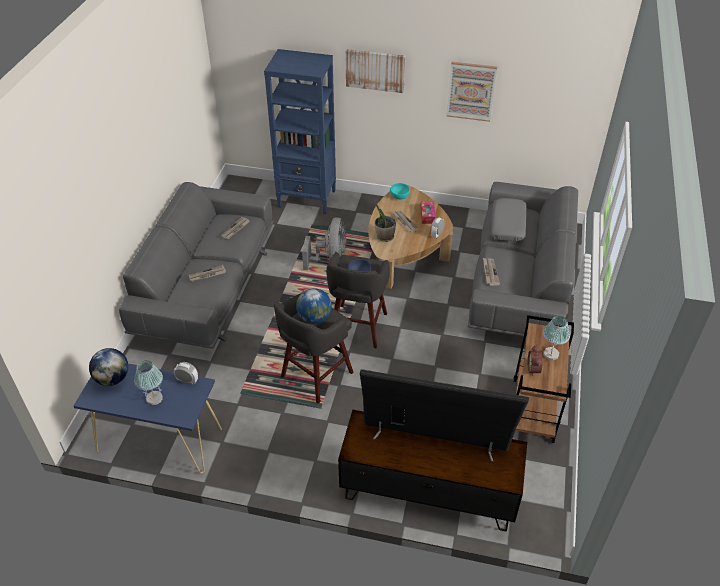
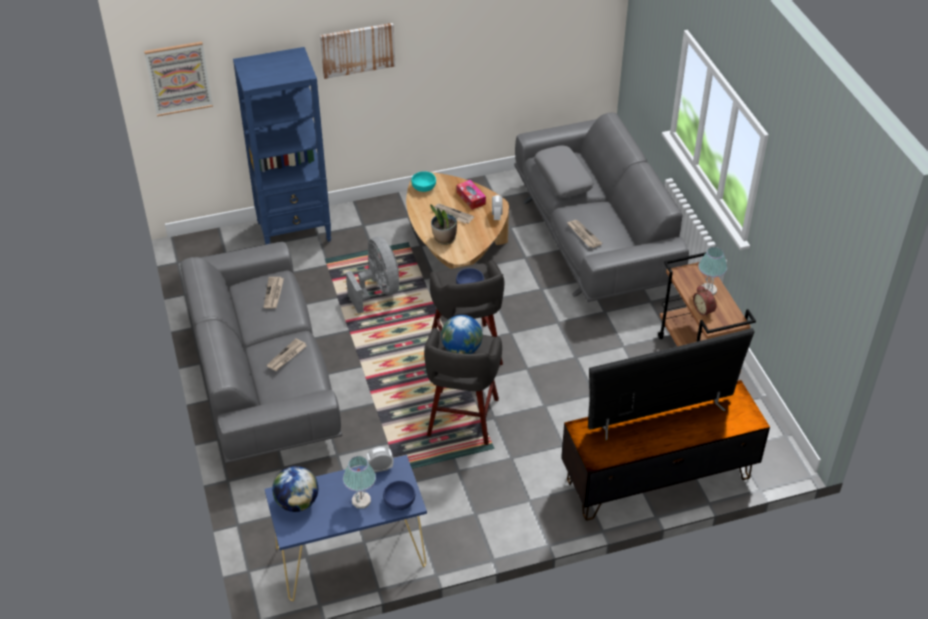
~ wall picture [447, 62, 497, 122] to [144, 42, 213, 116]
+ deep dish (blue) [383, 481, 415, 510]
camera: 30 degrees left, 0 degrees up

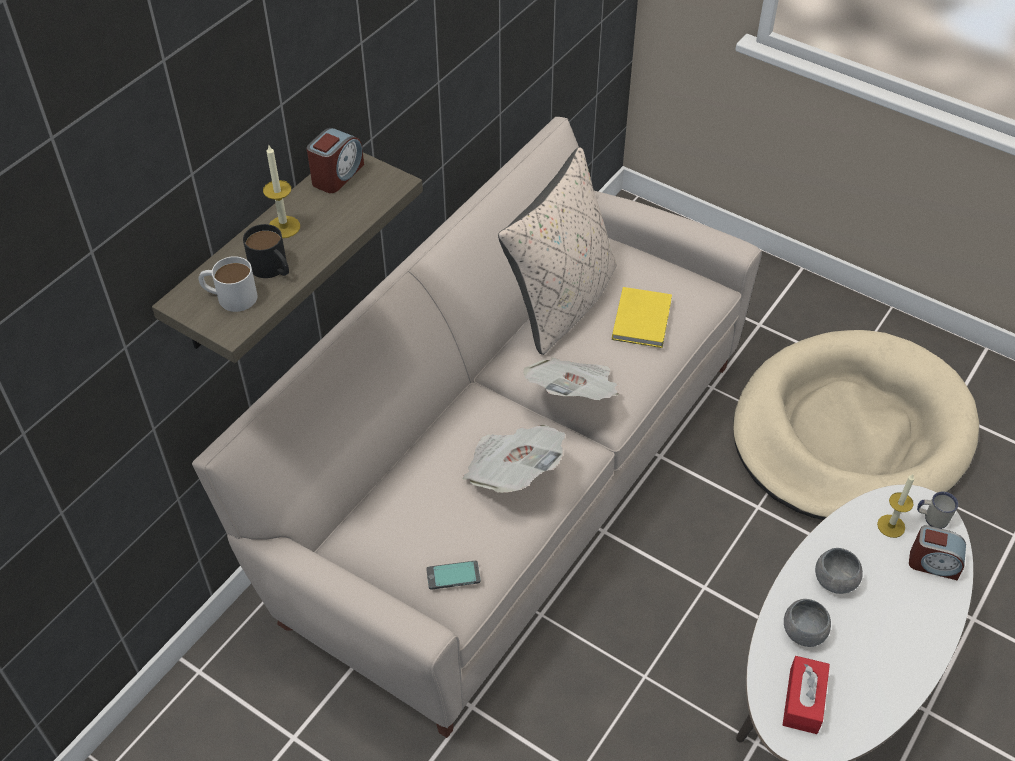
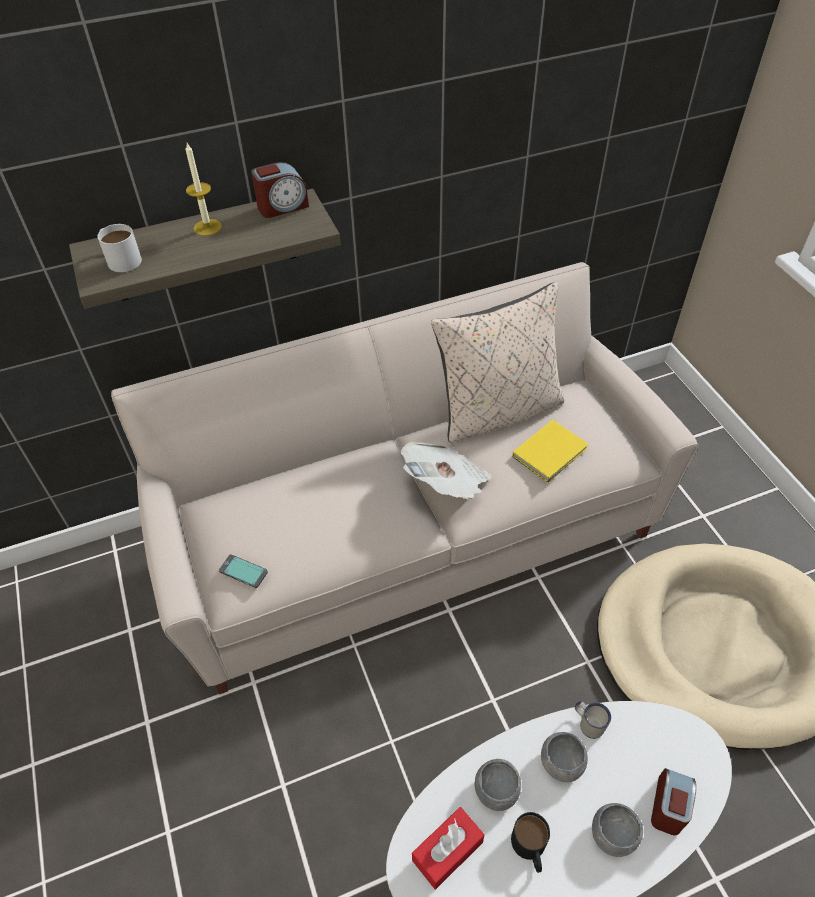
~ mug (blackish) [243, 224, 289, 278] to [511, 812, 550, 873]
- printed paper [463, 425, 566, 493]
- candle [877, 474, 915, 538]
~ mug (whitish) [917, 492, 958, 529] to [575, 701, 611, 739]
~ alarm clock [909, 525, 966, 580] = [651, 768, 697, 835] 120 degrees counterclockwise
+ deep dish (grey) [592, 803, 643, 857]
camera: 35 degrees right, 0 degrees up

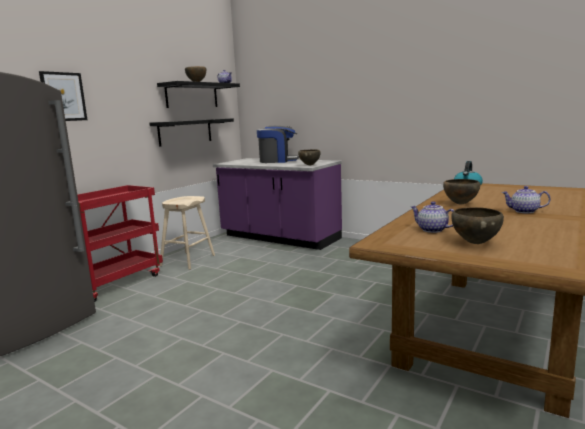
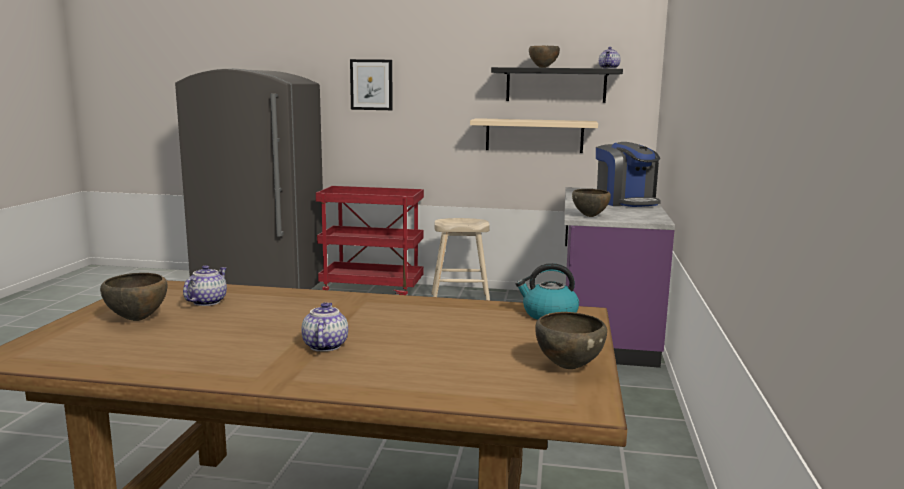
~ shelf (blackish) [149, 118, 234, 147] to shelf (sand-coloured) [470, 118, 598, 153]
~ deep dish (brown-coloured) [443, 179, 480, 204] to [535, 312, 607, 369]
camera: 65 degrees right, 0 degrees up

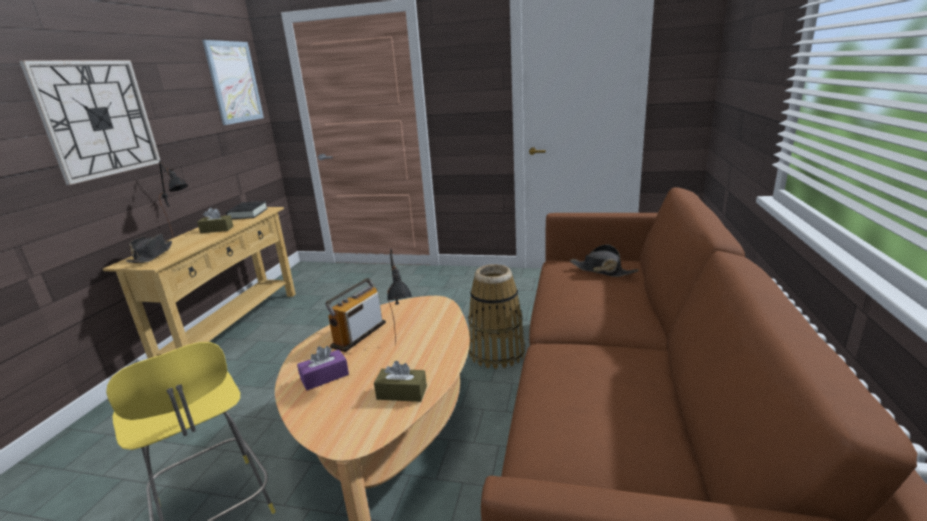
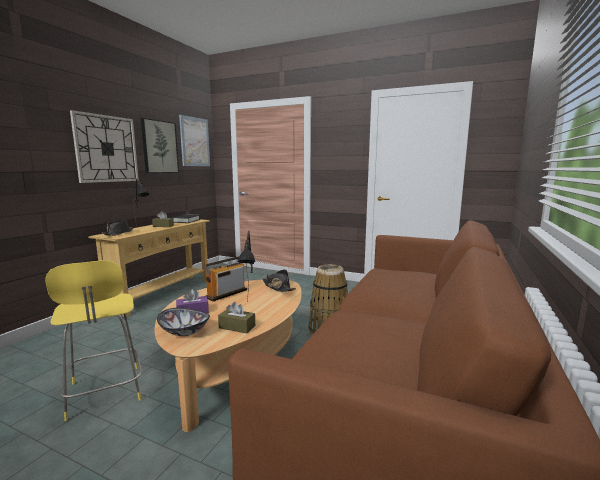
~ hat (blackish) [570, 244, 639, 277] to [263, 269, 296, 292]
+ wall picture [141, 118, 179, 173]
+ deep dish [157, 308, 210, 336]
camera: 10 degrees right, 10 degrees down

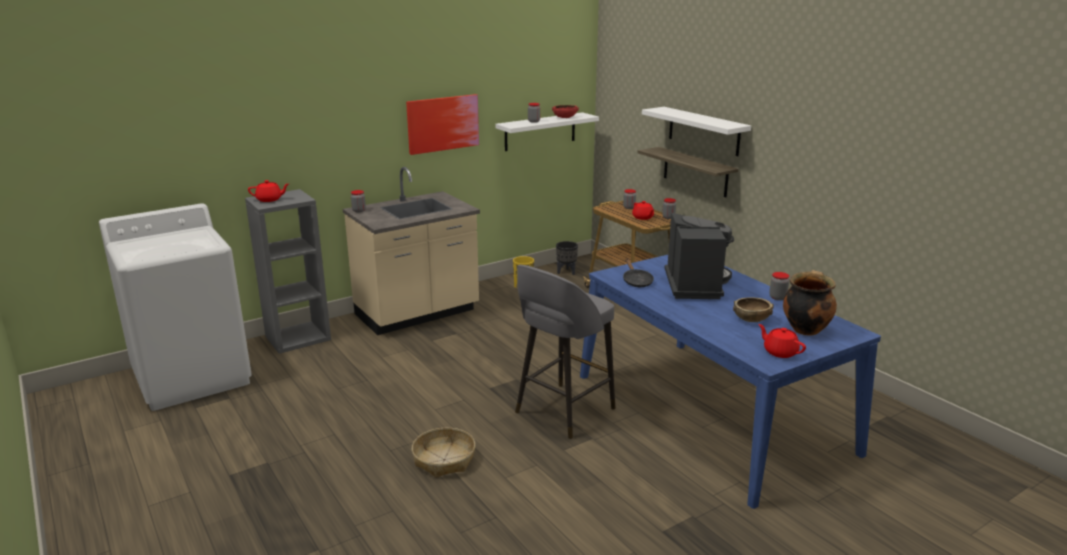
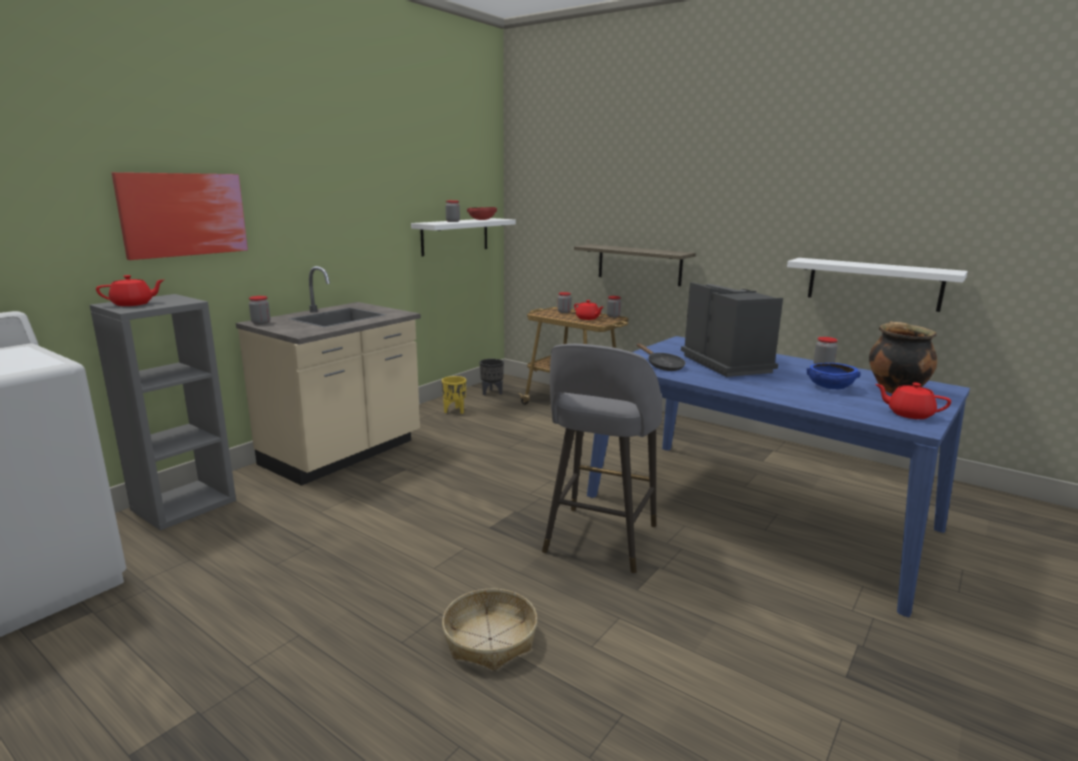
~ wall picture [406, 94, 479, 155] to [111, 172, 248, 260]
~ shelf (whitish) [642, 107, 751, 156] to [787, 258, 968, 312]
~ deep dish (brown-coloured) [733, 297, 774, 322] to deep dish (blue) [807, 363, 861, 389]
camera: 20 degrees left, 5 degrees down

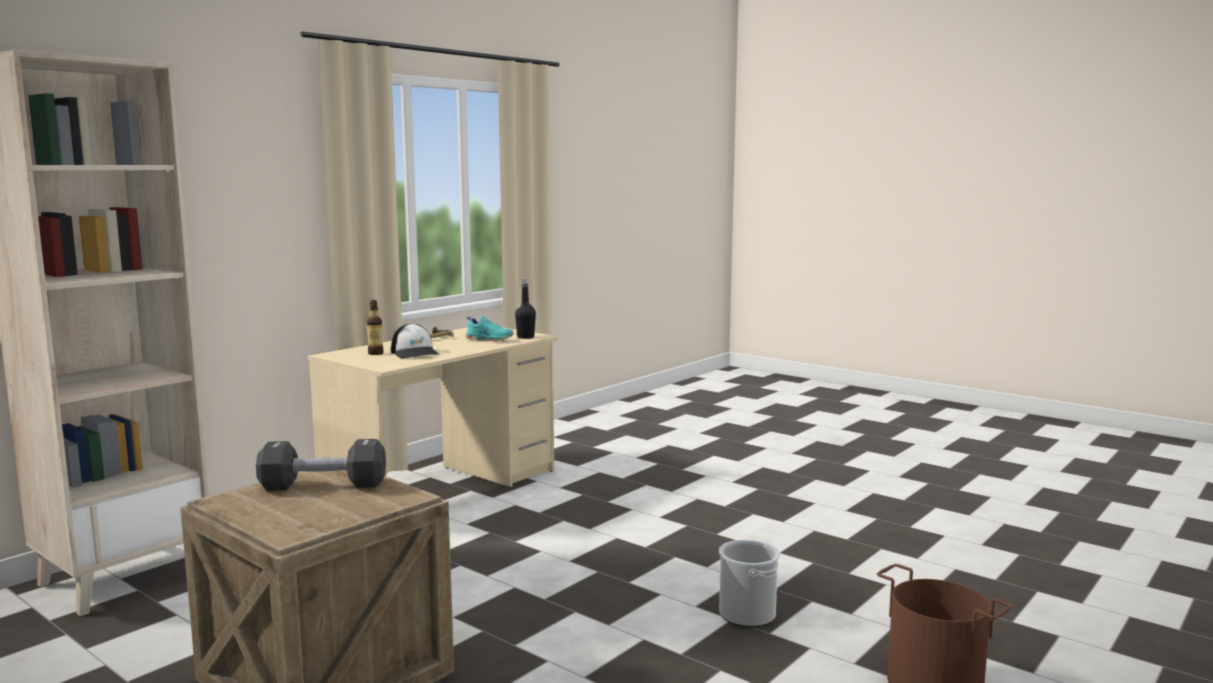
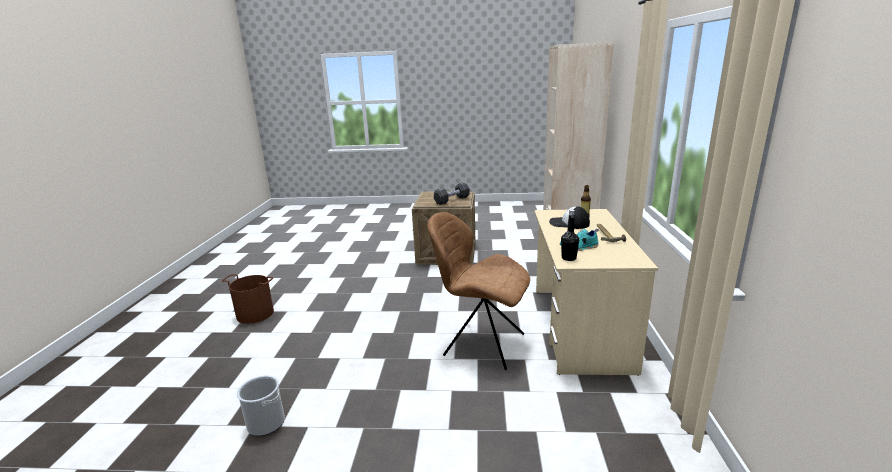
~ bucket [719, 540, 780, 627] to [237, 375, 285, 436]
+ upright chair (brown-coloured) [427, 212, 530, 370]
camera: 145 degrees right, 10 degrees up

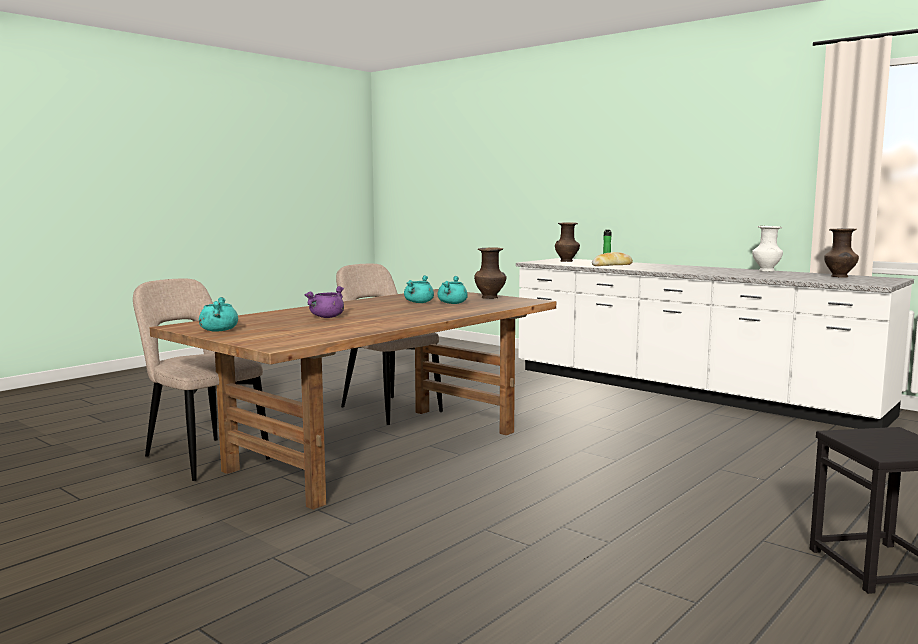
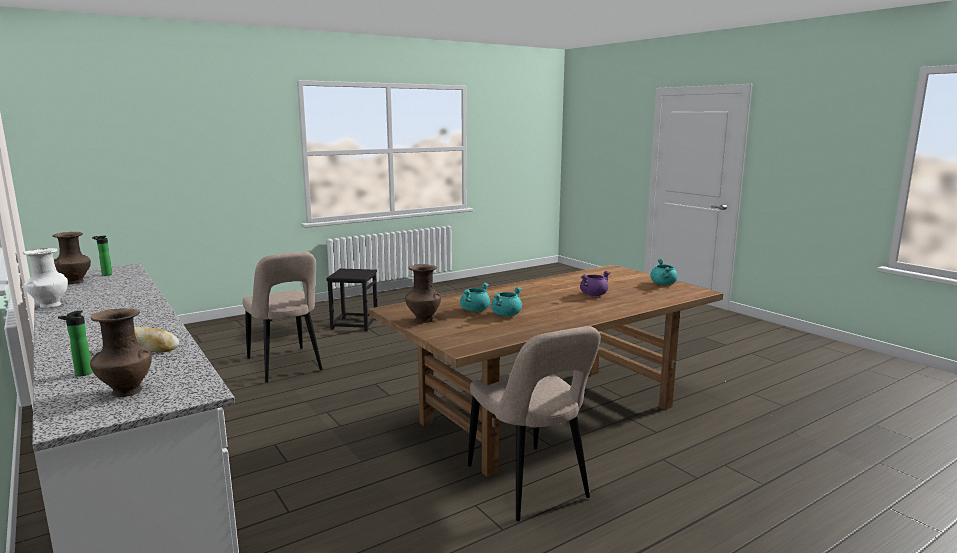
~ upright chair (sand-coloured) [133, 278, 270, 481] to [242, 252, 323, 383]
+ bottle [92, 236, 112, 276]
camera: 165 degrees left, 5 degrees up

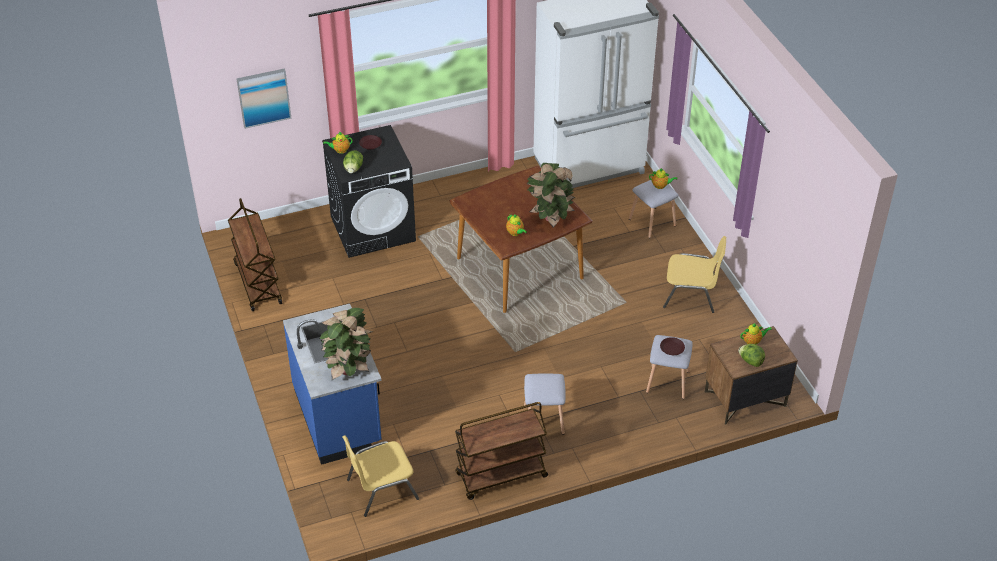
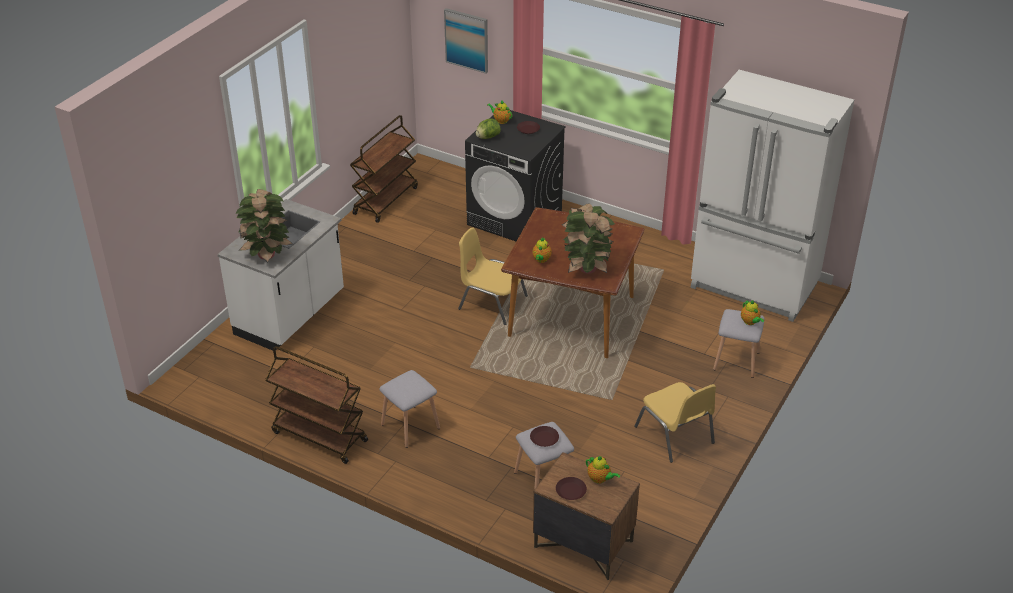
~ kitchen base unit (blue) [283, 304, 382, 465] to kitchen base unit (whitish) [218, 195, 344, 351]
~ lettuce [738, 344, 765, 367] to flat dish (brown-coloured) [556, 477, 587, 500]
~ upright chair (yellowish) [342, 435, 419, 517] to [458, 228, 528, 325]
camera: 50 degrees right, 5 degrees down

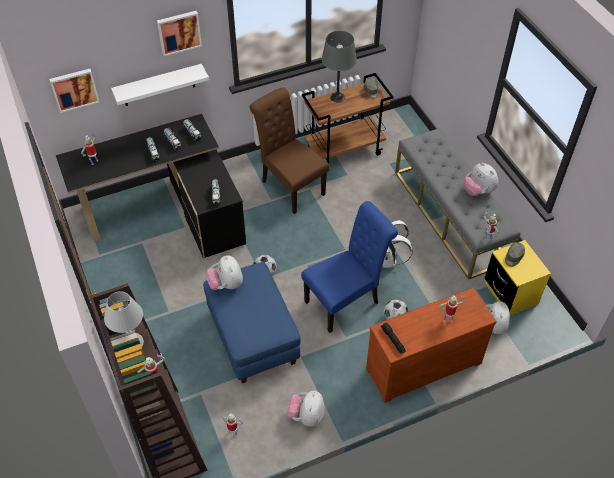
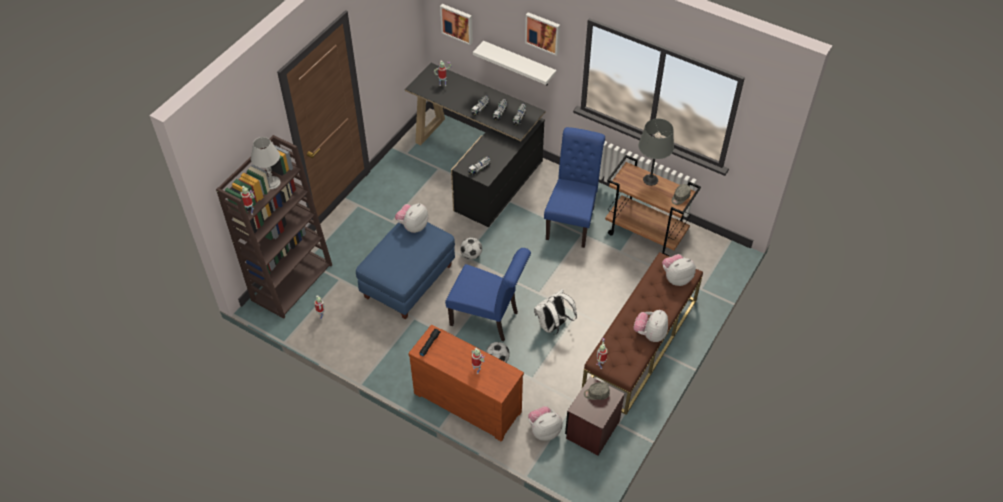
~ upright chair (brown-coloured) [250, 87, 329, 214] to upright chair (blue) [544, 127, 605, 248]
~ long seat (grey) [395, 128, 520, 280] to long seat (brown-coloured) [582, 252, 703, 415]
~ bedside table (yellowish) [485, 240, 551, 315] to bedside table (brown-coloured) [565, 376, 624, 456]
~ cuddly toy [287, 391, 324, 427] to [662, 254, 696, 286]
camera: 55 degrees right, 0 degrees up

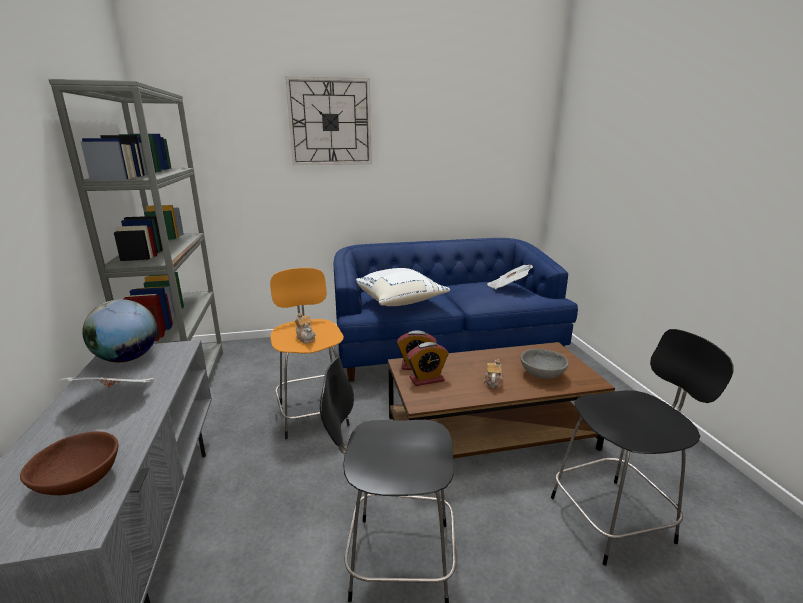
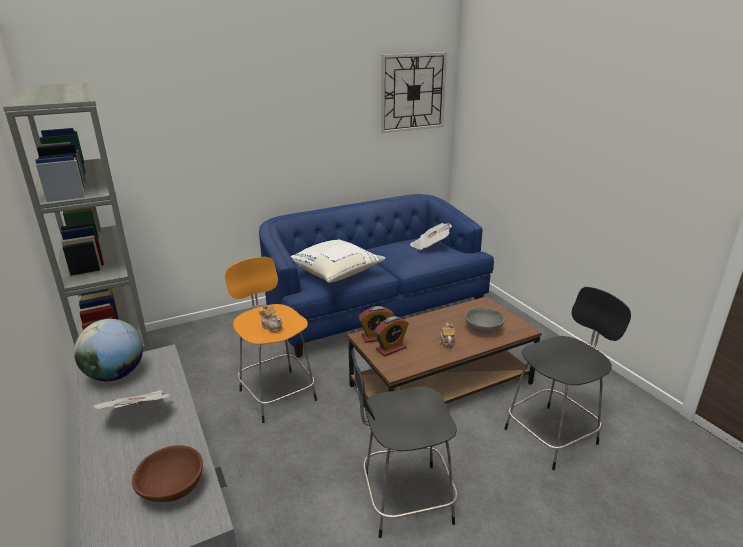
~ wall clock [285, 76, 372, 165] to [381, 52, 447, 133]
camera: 15 degrees left, 5 degrees up

